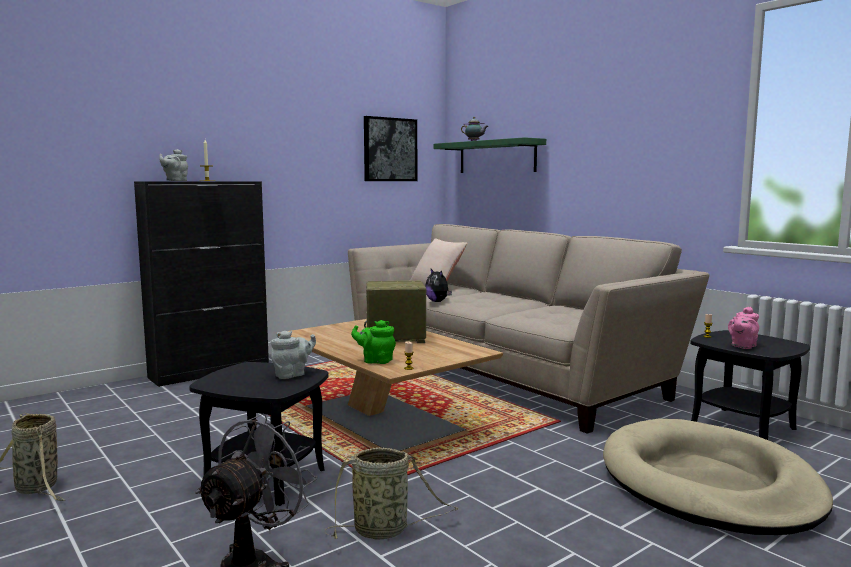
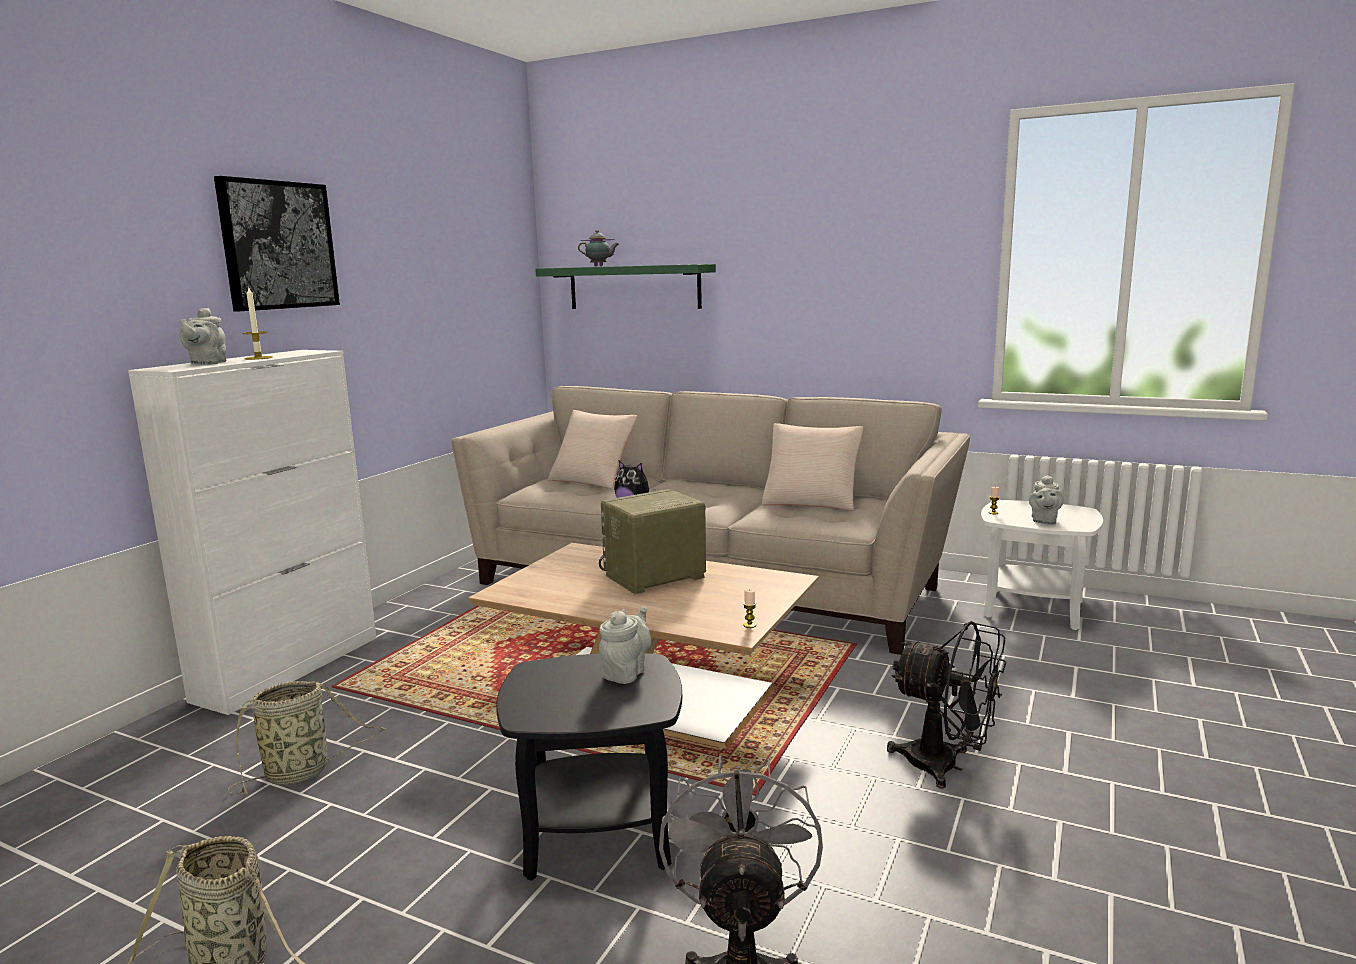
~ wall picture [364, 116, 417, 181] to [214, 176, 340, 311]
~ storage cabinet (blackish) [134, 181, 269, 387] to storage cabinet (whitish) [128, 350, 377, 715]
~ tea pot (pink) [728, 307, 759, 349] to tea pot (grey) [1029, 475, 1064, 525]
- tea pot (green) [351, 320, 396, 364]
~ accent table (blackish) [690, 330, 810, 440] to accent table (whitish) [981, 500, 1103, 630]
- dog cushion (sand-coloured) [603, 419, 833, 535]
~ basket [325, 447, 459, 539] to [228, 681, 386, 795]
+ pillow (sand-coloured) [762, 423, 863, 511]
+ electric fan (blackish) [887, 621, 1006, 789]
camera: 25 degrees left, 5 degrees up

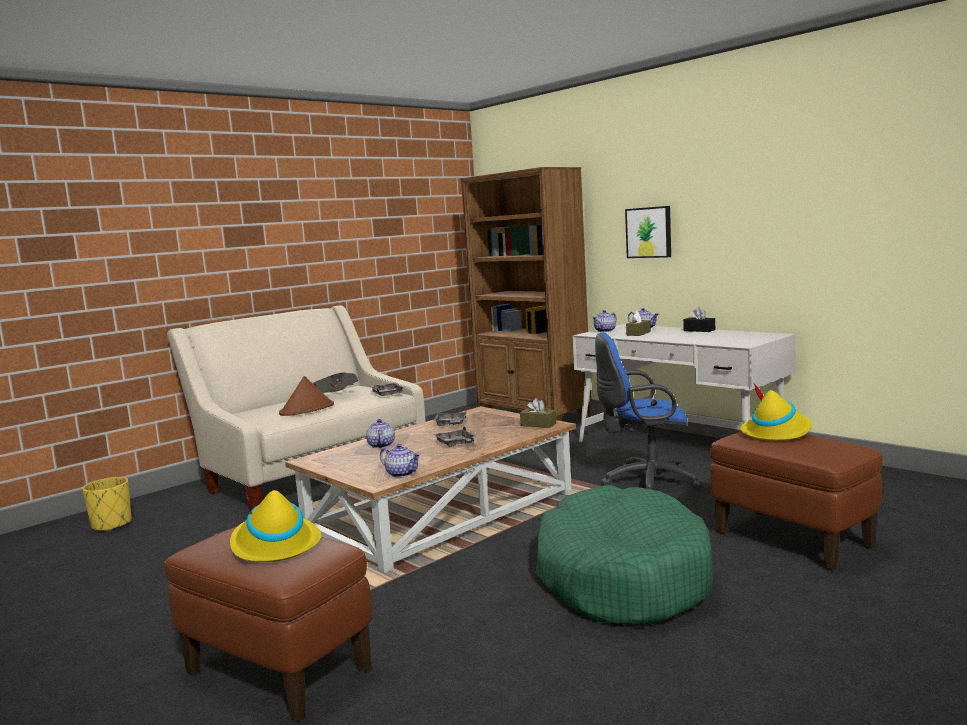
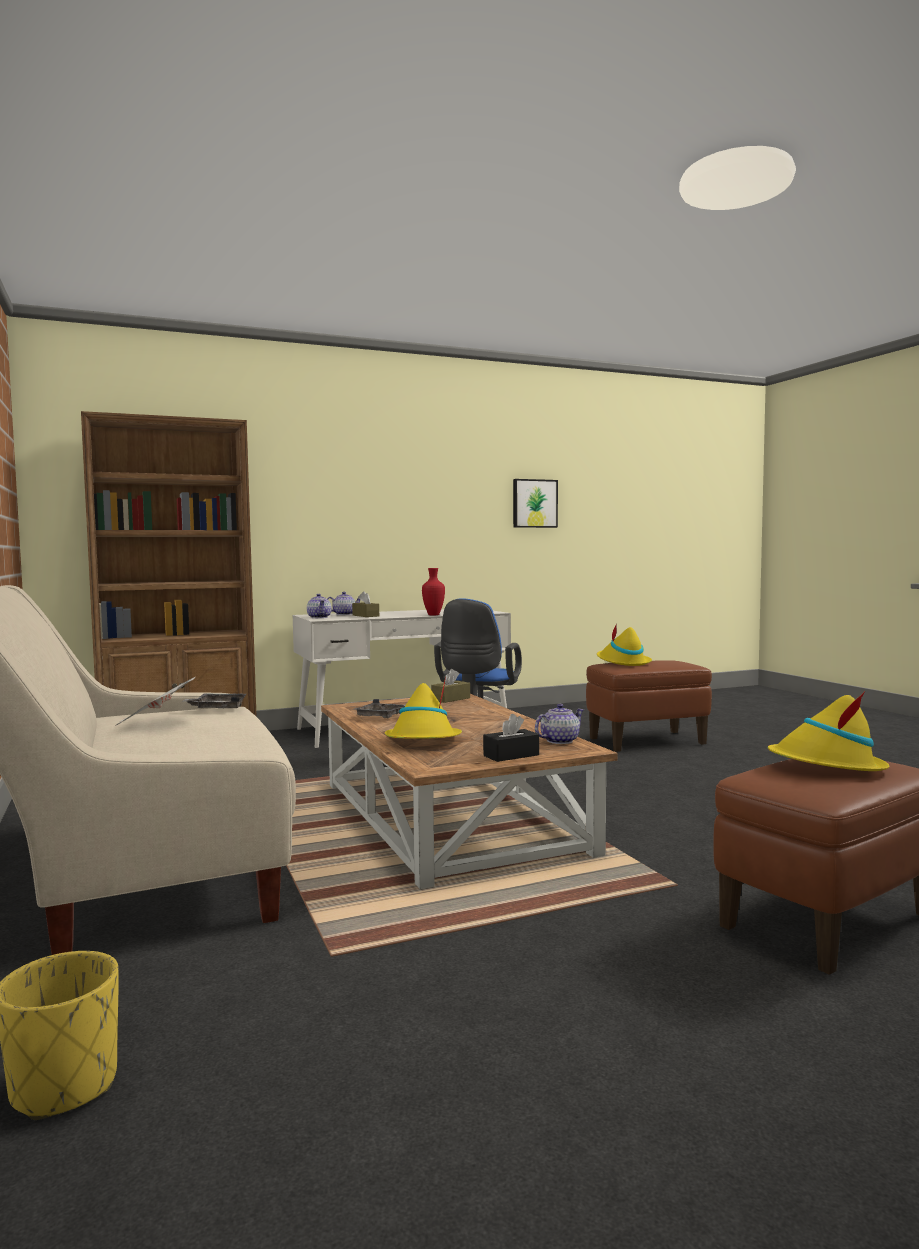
~ wall picture [625, 206, 671, 258] to [513, 479, 558, 528]
~ tissue holder (blackish) [683, 307, 715, 332] to [483, 714, 539, 762]
- hat (brown-coloured) [279, 376, 334, 416]
~ tea pot [366, 419, 395, 448] to hat (yellowish) [385, 677, 462, 739]
- tray (grey) [433, 427, 477, 447]
- dog cushion (green) [536, 485, 713, 627]
+ flower vase (reddish) [422, 568, 445, 615]
camera: 70 degrees left, 5 degrees down

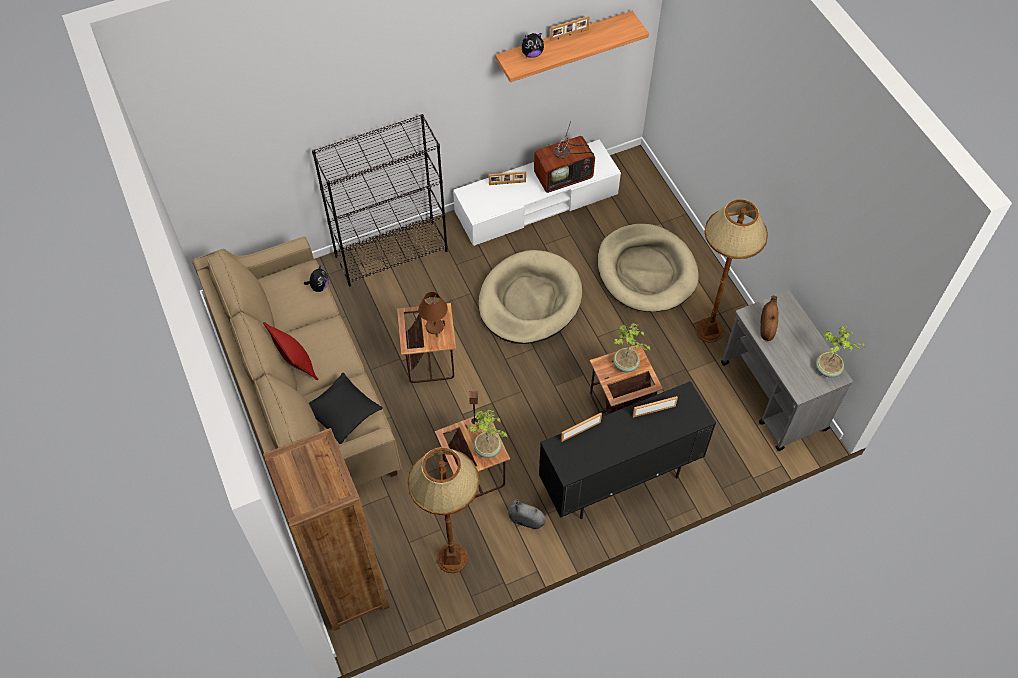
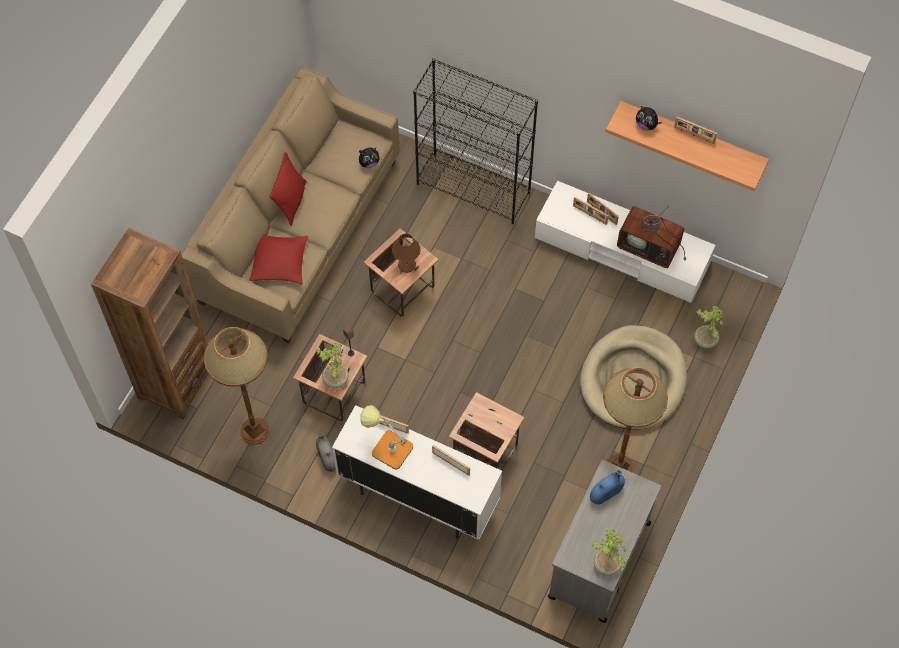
- dog cushion (sand-coloured) [478, 250, 582, 344]
~ flower vase (brown-coloured) [761, 296, 778, 341] to flower vase (blue) [590, 470, 625, 504]
~ potted plant [613, 323, 650, 372] to [694, 306, 723, 349]
~ pillow (blackish) [309, 373, 382, 444] to pillow (reddish) [249, 235, 308, 285]
~ storage cabinet (blackish) [539, 381, 716, 519] to storage cabinet (whitish) [332, 405, 502, 540]
+ standing frame [573, 197, 609, 225]
+ table lamp [360, 405, 413, 470]
camera: 50 degrees right, 5 degrees up

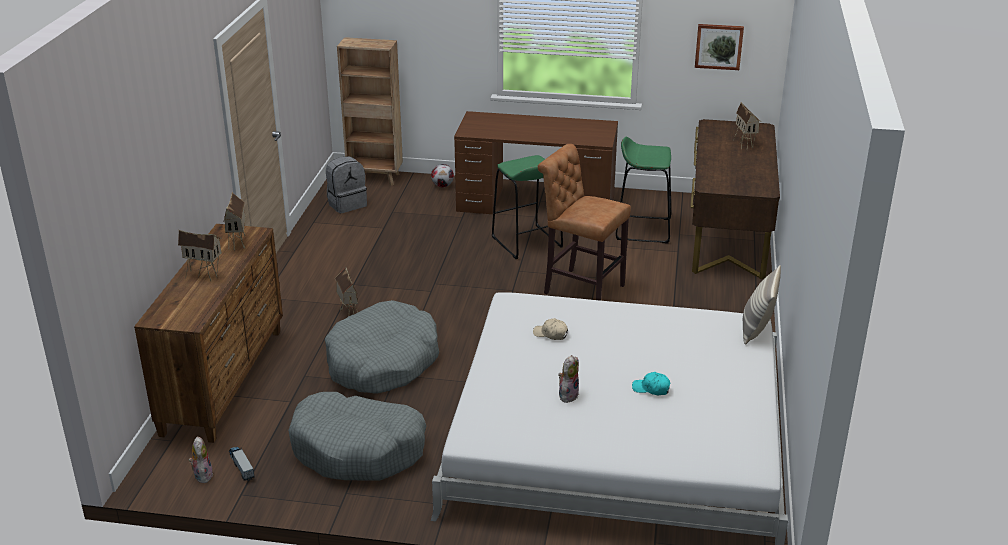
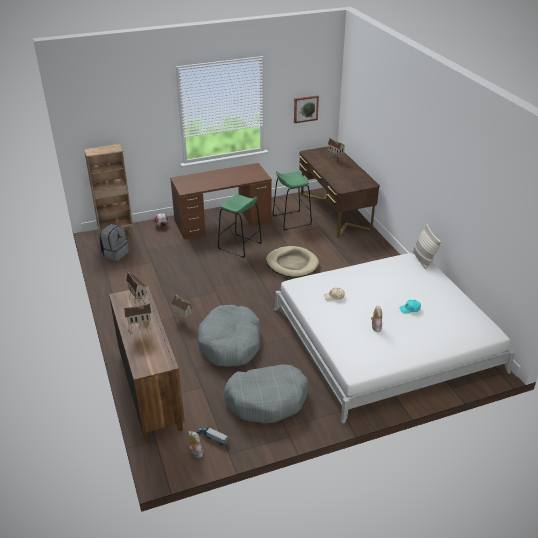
~ sitting stool (brown-coloured) [538, 144, 631, 301] to dog cushion (sand-coloured) [266, 246, 319, 278]
camera: 30 degrees left, 5 degrees up

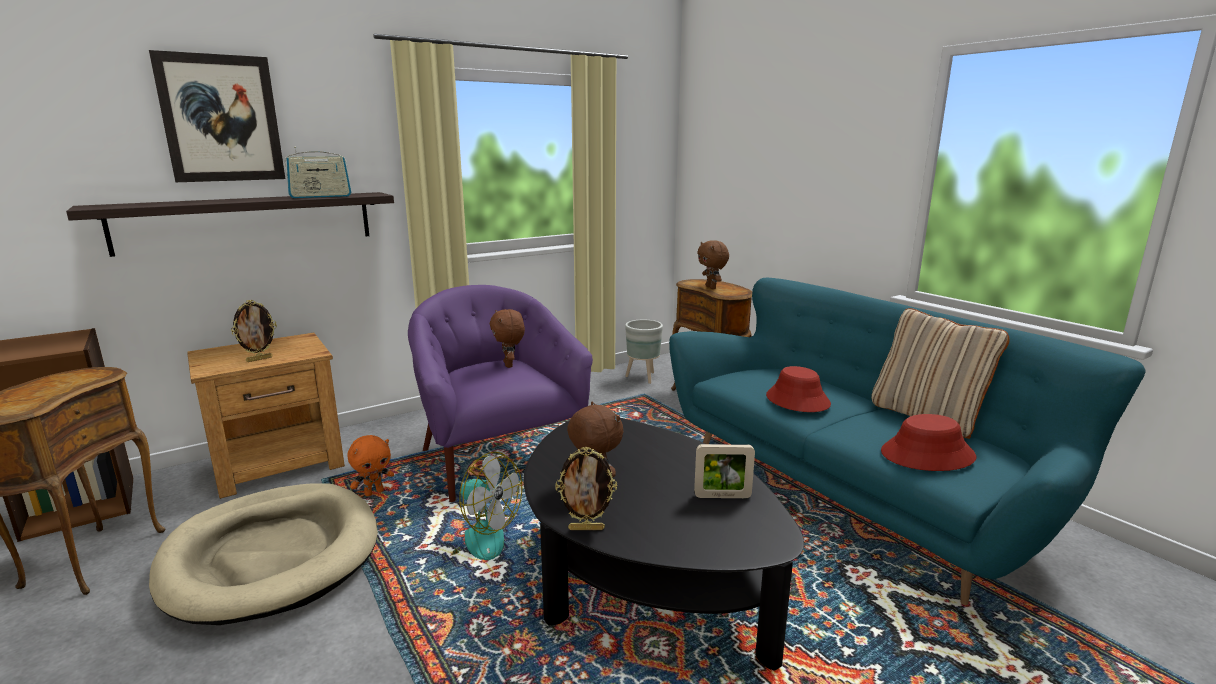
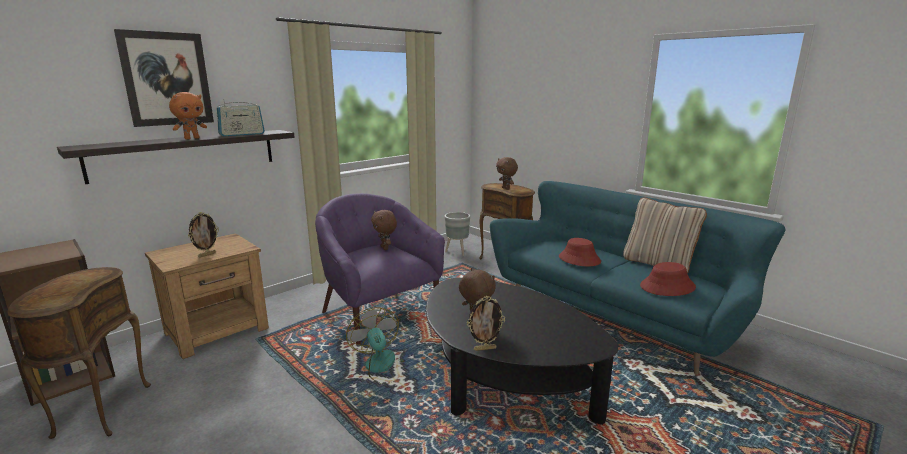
~ cuddly toy (orange-coloured) [347, 435, 394, 496] to [169, 92, 207, 139]
- standing frame [694, 444, 755, 498]
~ electric fan [438, 452, 522, 560] = [346, 307, 405, 384] 135 degrees counterclockwise
- dog cushion (sand-coloured) [149, 483, 378, 625]
camera: 10 degrees left, 0 degrees up

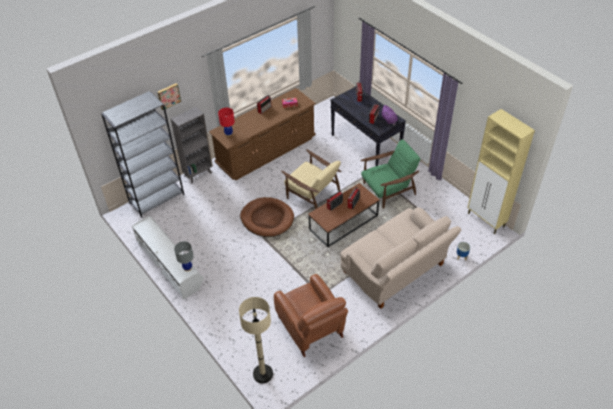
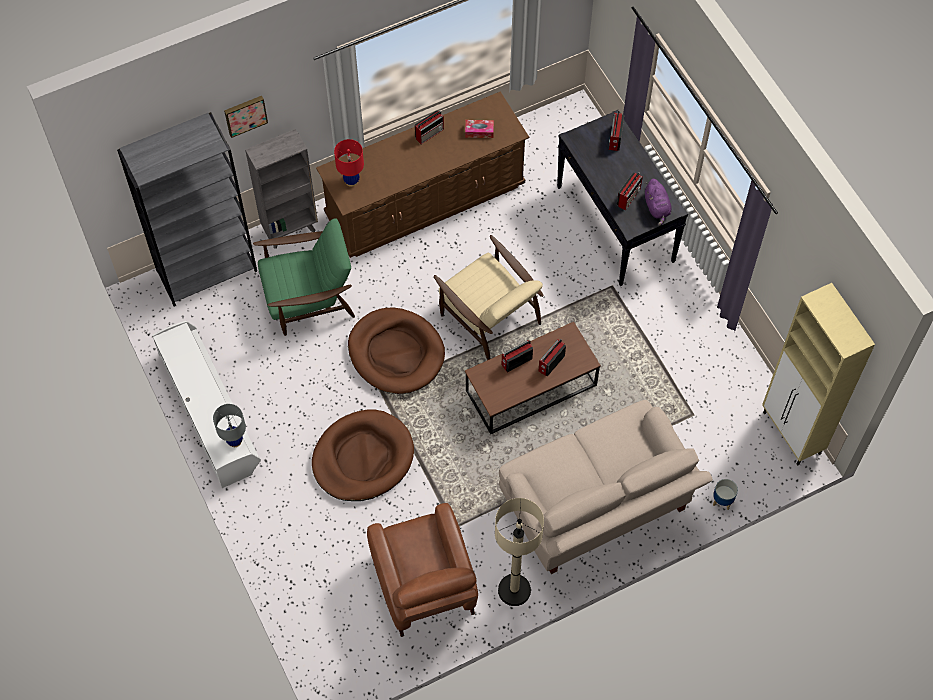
~ easy chair (green) [360, 139, 420, 209] to [253, 218, 355, 336]
~ standing lamp (sand-coloured) [239, 297, 273, 383] to [495, 498, 544, 606]
+ dog cushion (brown-coloured) [312, 410, 414, 501]
camera: 10 degrees right, 15 degrees up

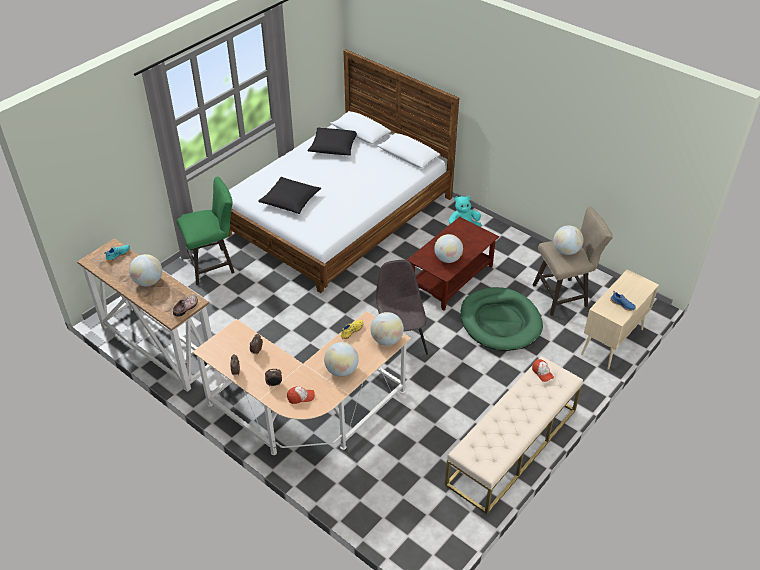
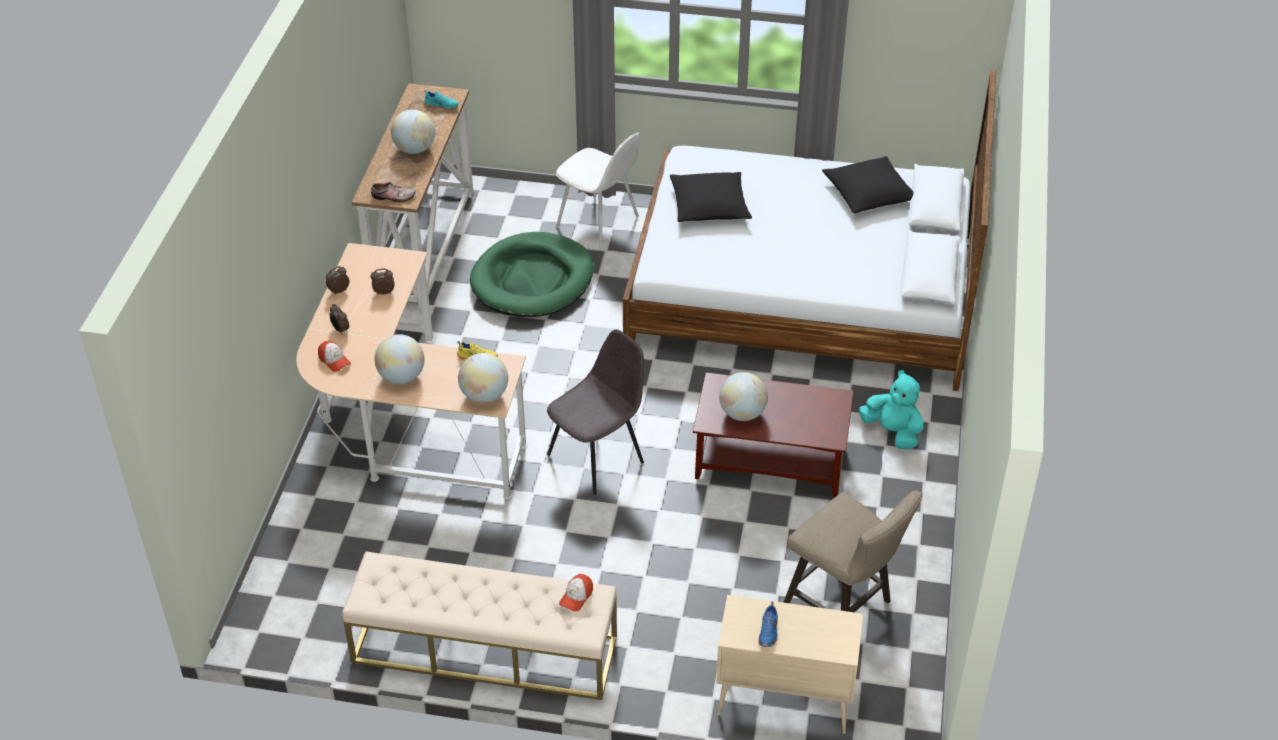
~ sitting stool (green) [177, 176, 235, 285] to upright chair (whitish) [556, 132, 640, 248]
- world globe [553, 225, 584, 255]
~ dog cushion (green) [461, 287, 543, 351] to [470, 232, 594, 317]
camera: 60 degrees right, 0 degrees up

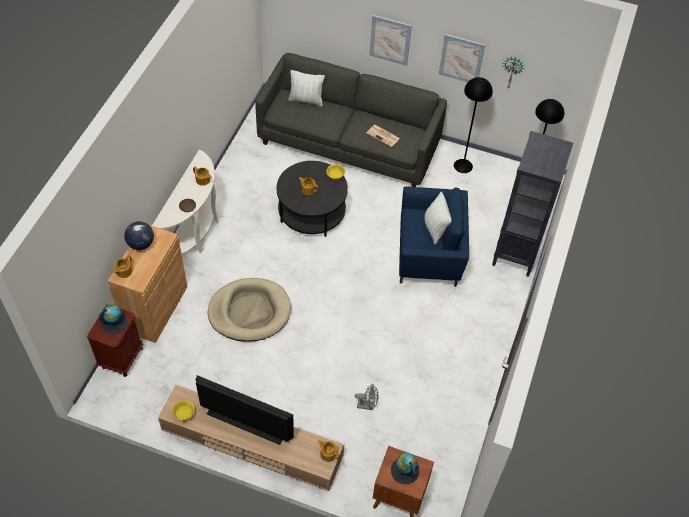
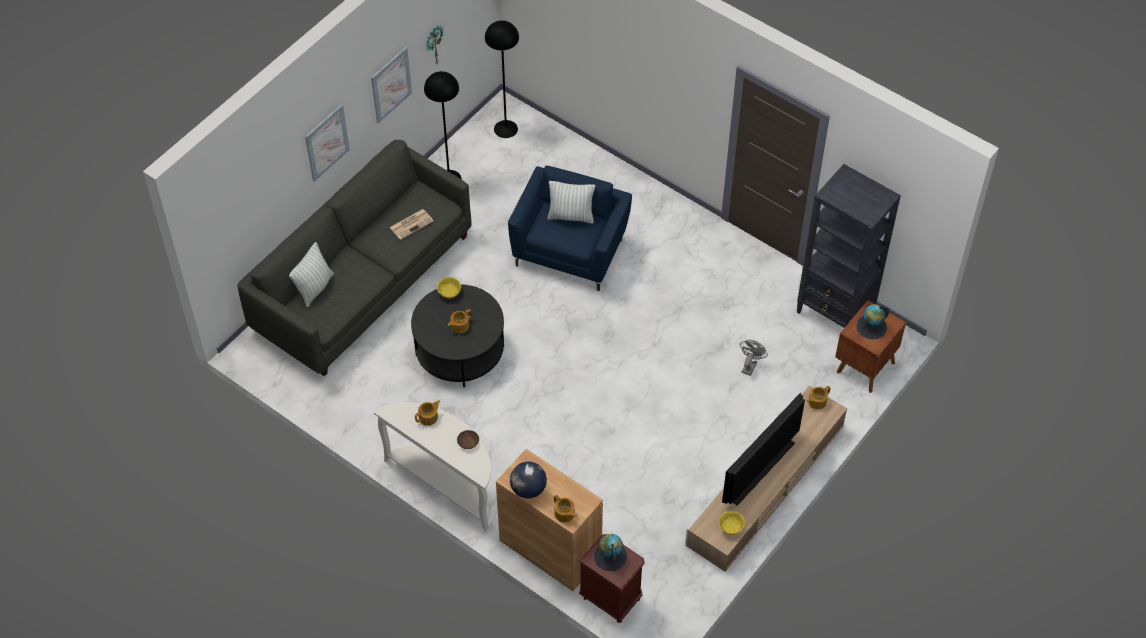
~ bookcase (blackish) [492, 131, 573, 277] to [796, 164, 901, 328]
- dog cushion (sand-coloured) [208, 278, 291, 342]
camera: 70 degrees left, 0 degrees up

